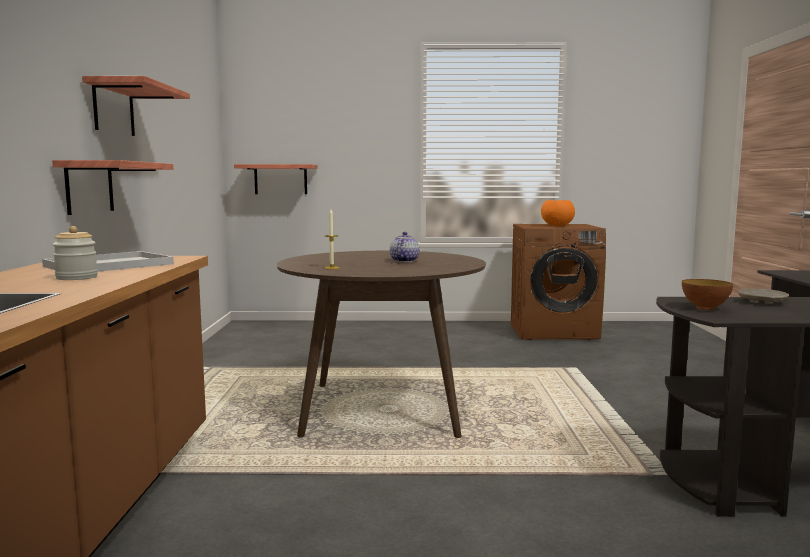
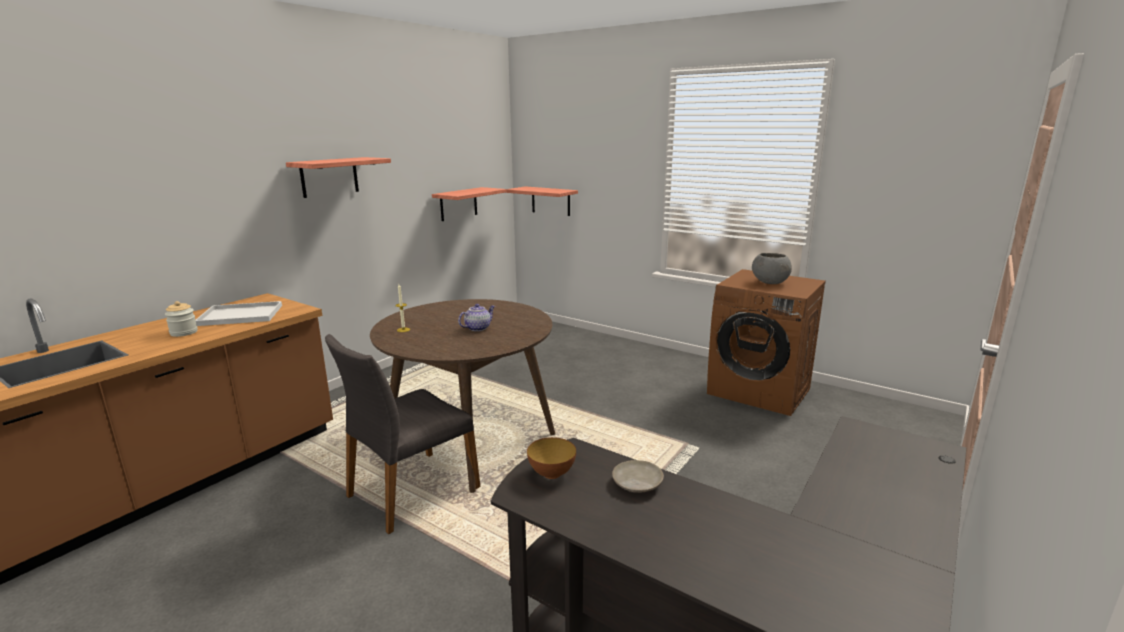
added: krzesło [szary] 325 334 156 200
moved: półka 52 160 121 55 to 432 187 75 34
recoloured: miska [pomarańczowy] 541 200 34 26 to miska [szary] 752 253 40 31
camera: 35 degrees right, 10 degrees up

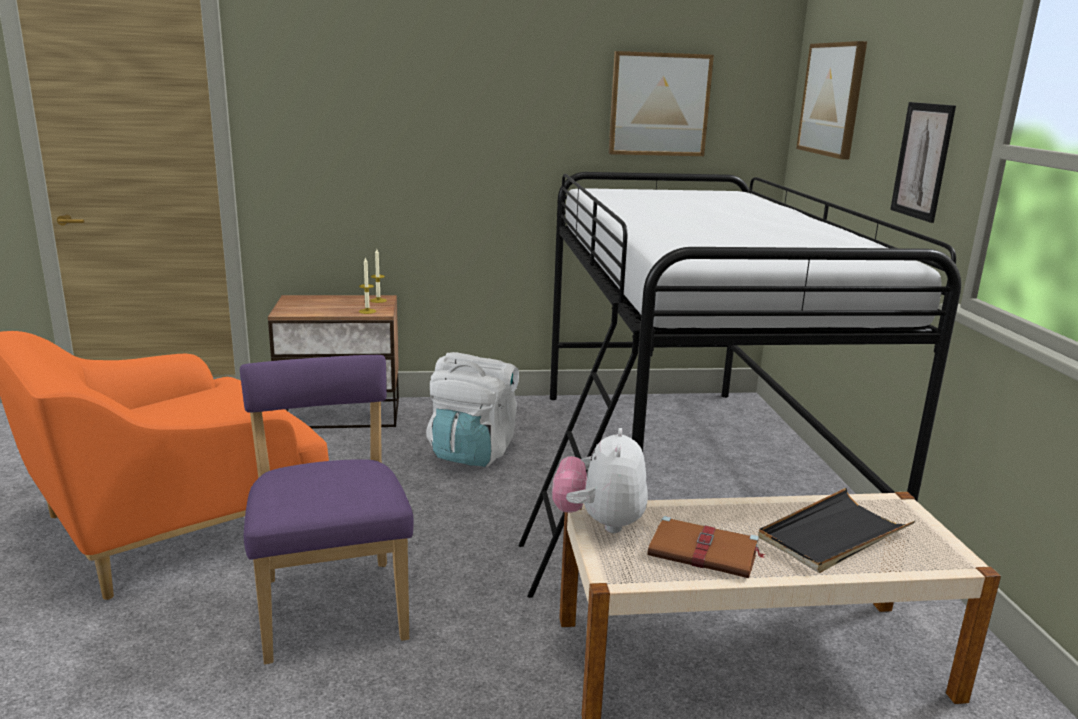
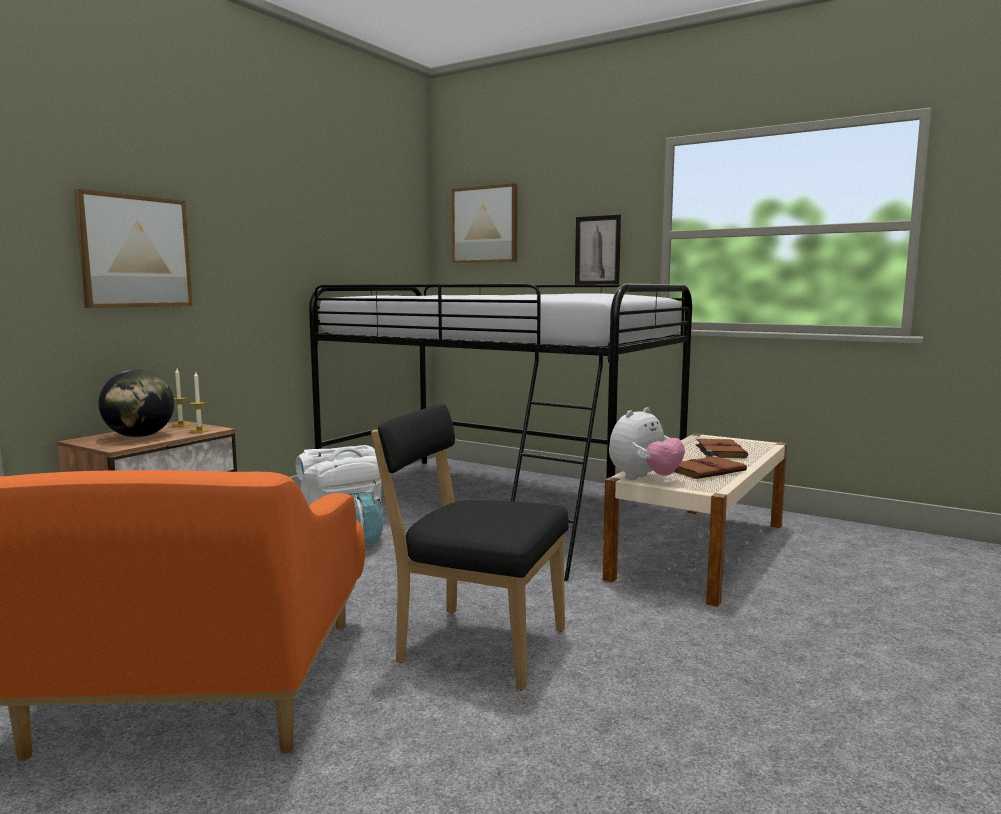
added: globus 99 370 75 67
moved: obraz 609 51 105 105 to 74 189 118 119
replaced: taca [czarny] 758 488 157 85 to książka [brązowy] 695 438 53 20
recoloured: krzesło [fioletowy] 240 355 174 309 to krzesło [czarny] 371 404 198 286
turned: pluszak 552 428 96 105 = 609 407 76 73 90 degrees counterclockwise
camera: 50 degrees left, 10 degrees down

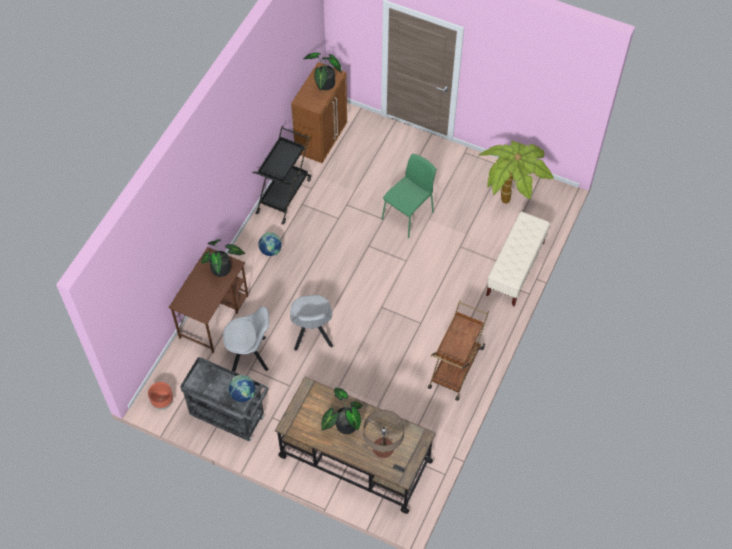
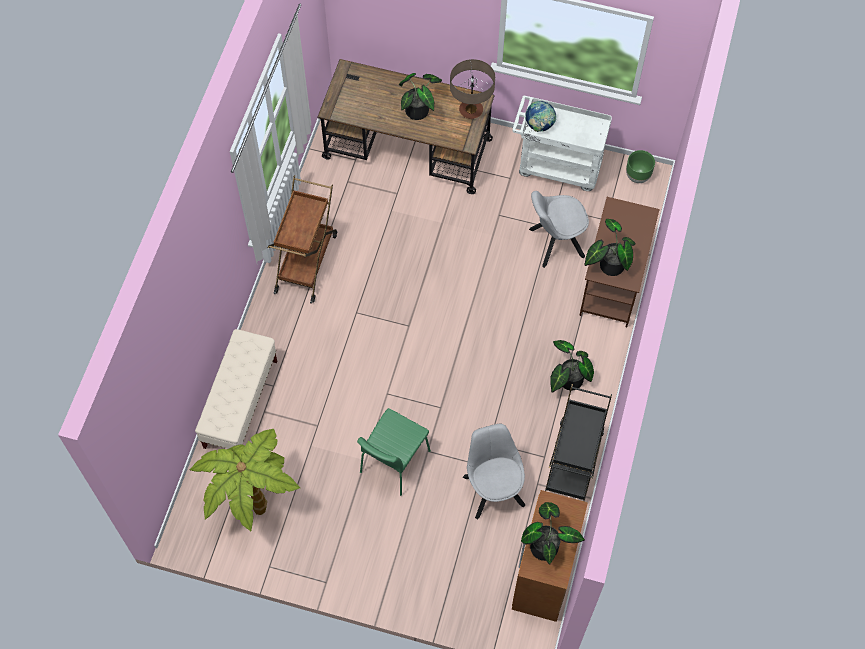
moved: krzesło [szary] 290 295 43 56 to 463 424 63 95; lampa stołowa 363 410 41 48 to 450 59 45 60
replaced: globus 259 232 23 24 to roślina doniczkowa 550 340 44 52
recoloured: donica [brązowy] 148 382 25 28 to donica [zielony] 626 150 29 33; wózek [czarny] 180 357 89 84 to wózek [biały] 513 96 99 95
camera: 170 degrees right, 5 degrees up

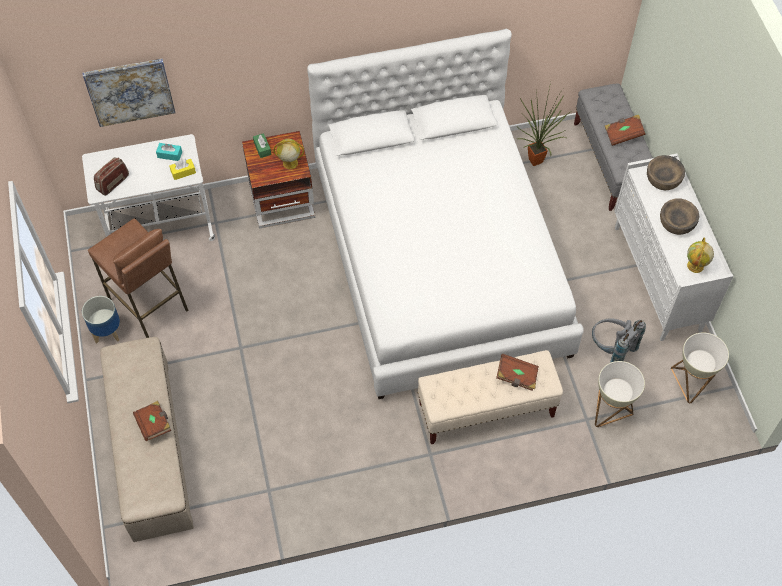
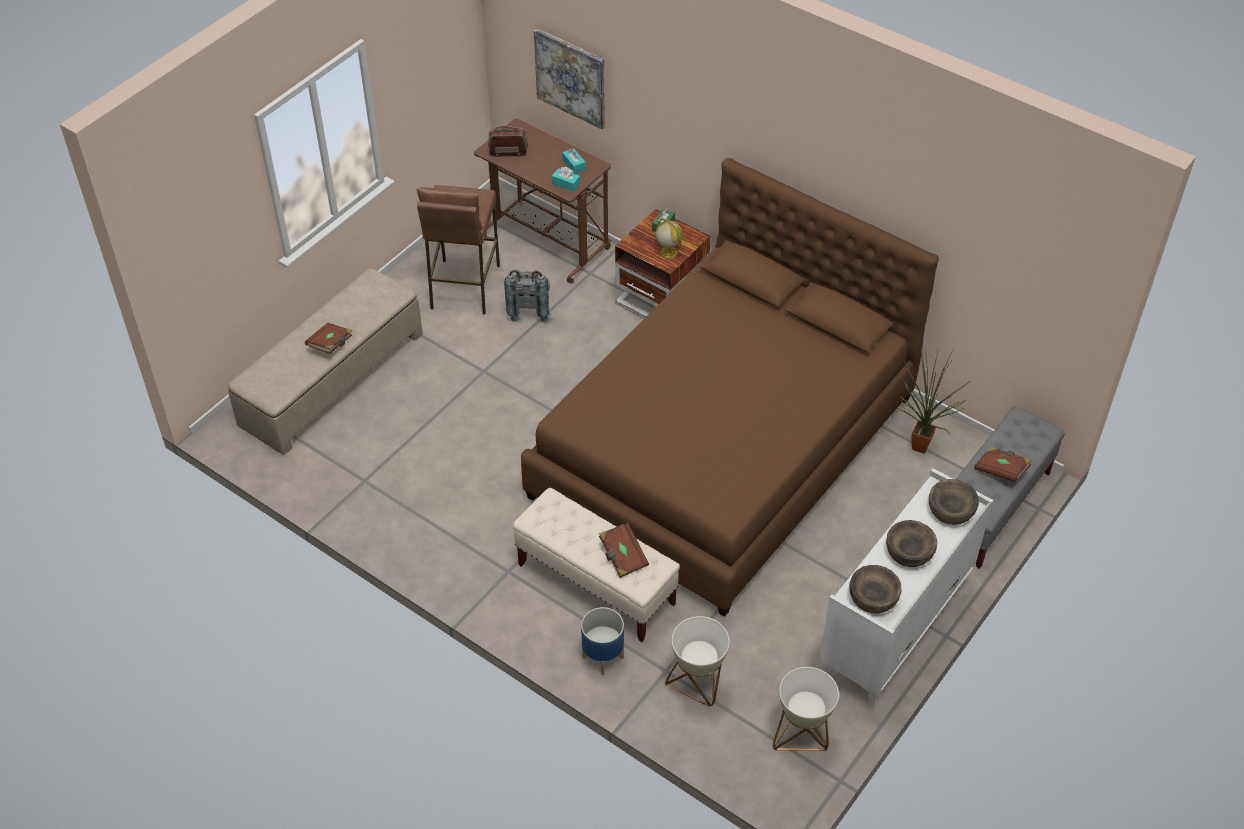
moved: donica 82 296 38 47 to 581 607 43 68; plecak [szary] 592 318 54 45 to 504 269 48 54
replaced: globus 687 238 27 35 to miska [brązowy] 849 565 52 49
recoloured: biurko [biały] 82 134 133 107 to biurko [brązowy] 474 119 138 164; pudełko chusteczek [żółty] 169 159 27 21 to pudełko chusteczek [turkusowy] 552 167 28 25; łóżko [biały] 307 28 277 371 to łóżko [brązowy] 521 158 418 459
camera: 50 degrees right, 10 degrees down

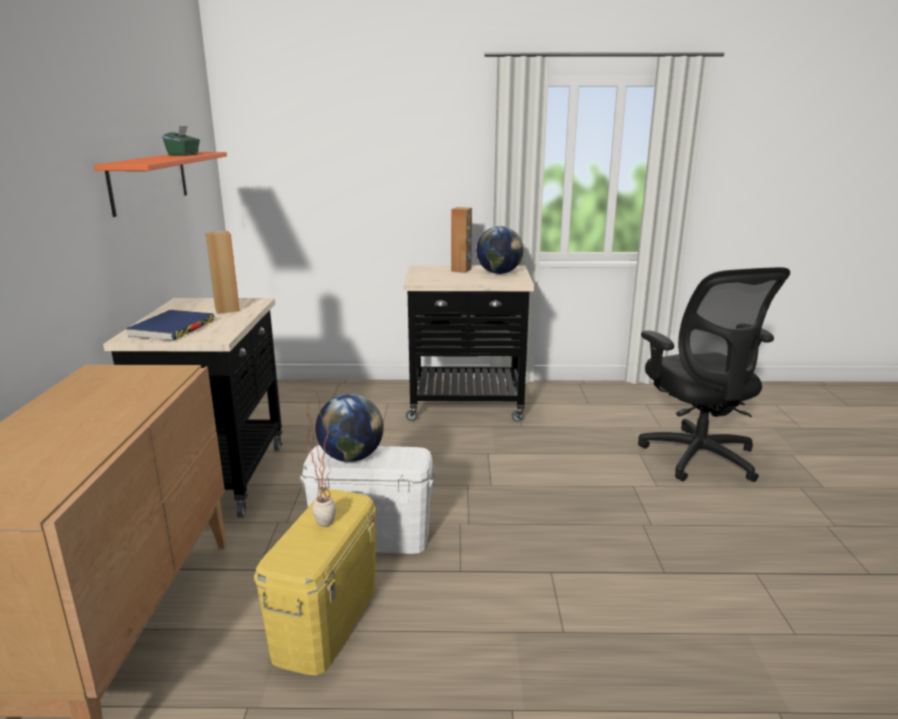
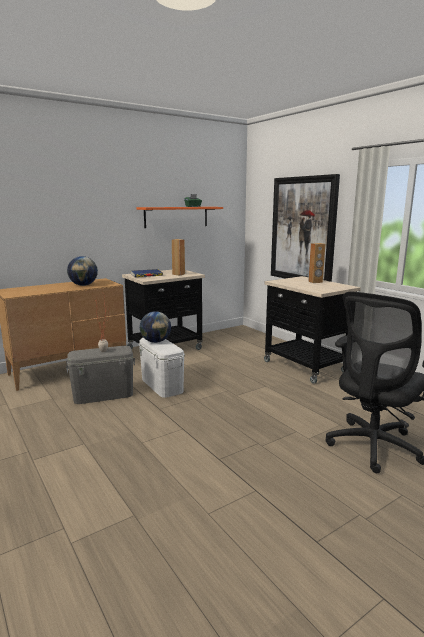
added: obraz 271 174 69 108
moved: globus 476 226 47 48 to 67 256 31 30
recoloured: pojemnik do przechowywania [żółty] 254 490 122 185 to pojemnik do przechowywania [szary] 66 346 69 58
camera: 55 degrees right, 5 degrees down

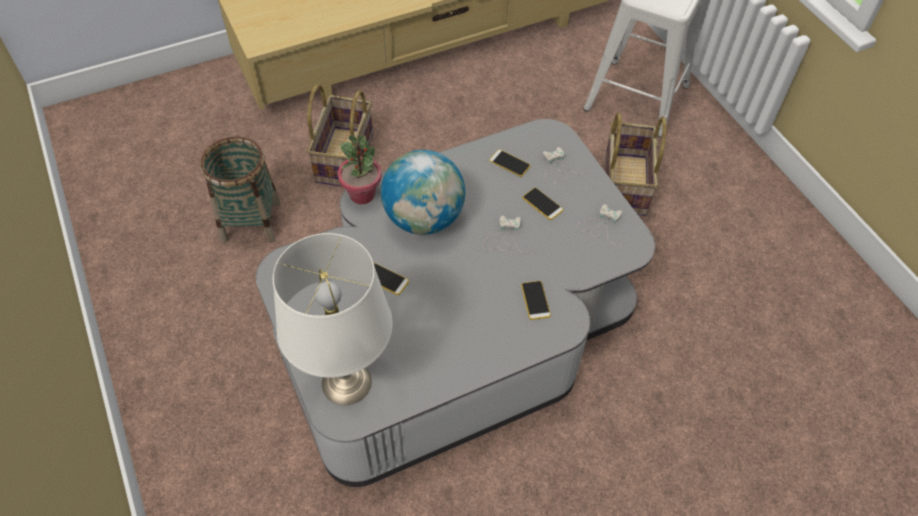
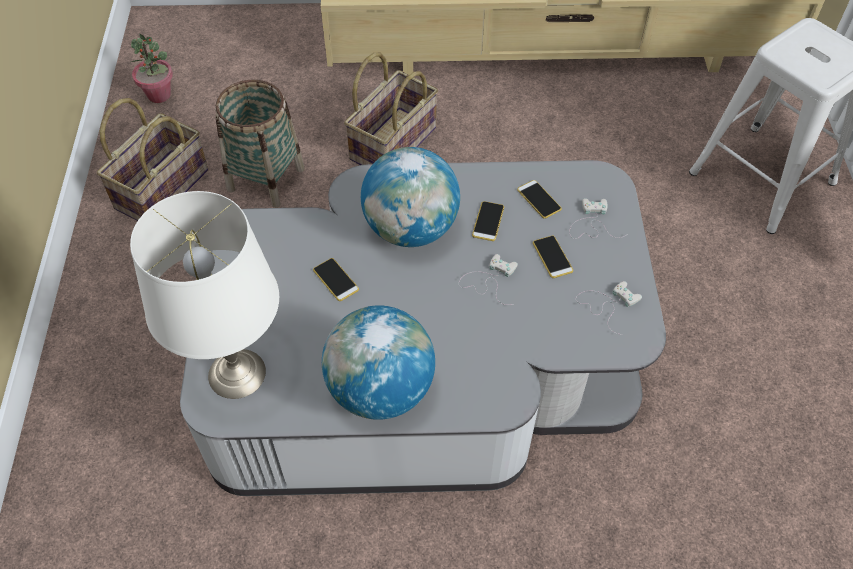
added: globus 322 305 113 115
moved: roślina doniczkowa 338 135 44 69 to 131 34 42 69; telefon 521 281 30 39 to 472 201 32 40; koszyk 605 112 62 104 to 97 98 111 123
camera: 25 degrees right, 0 degrees up

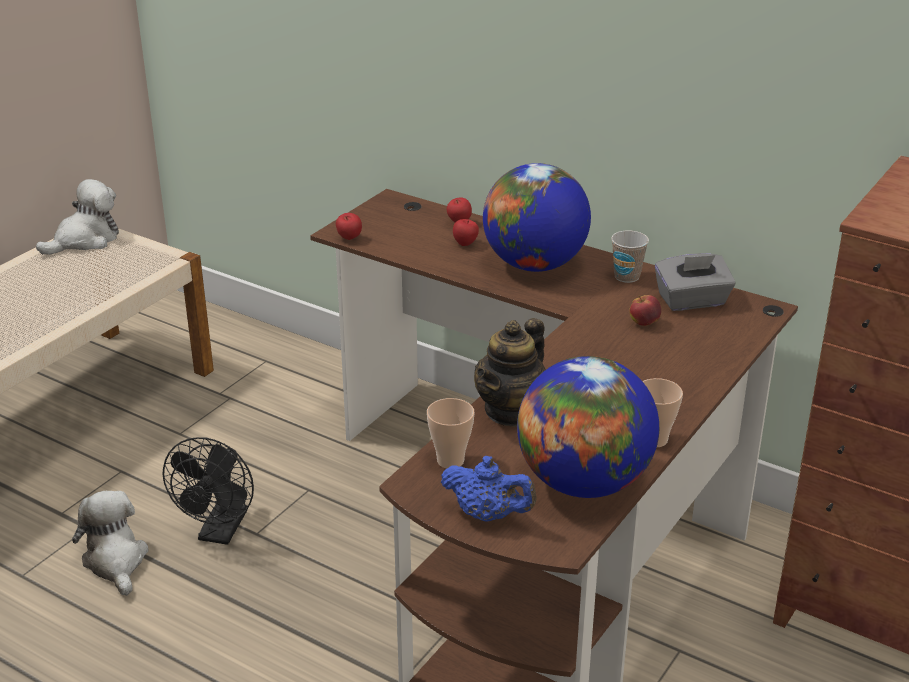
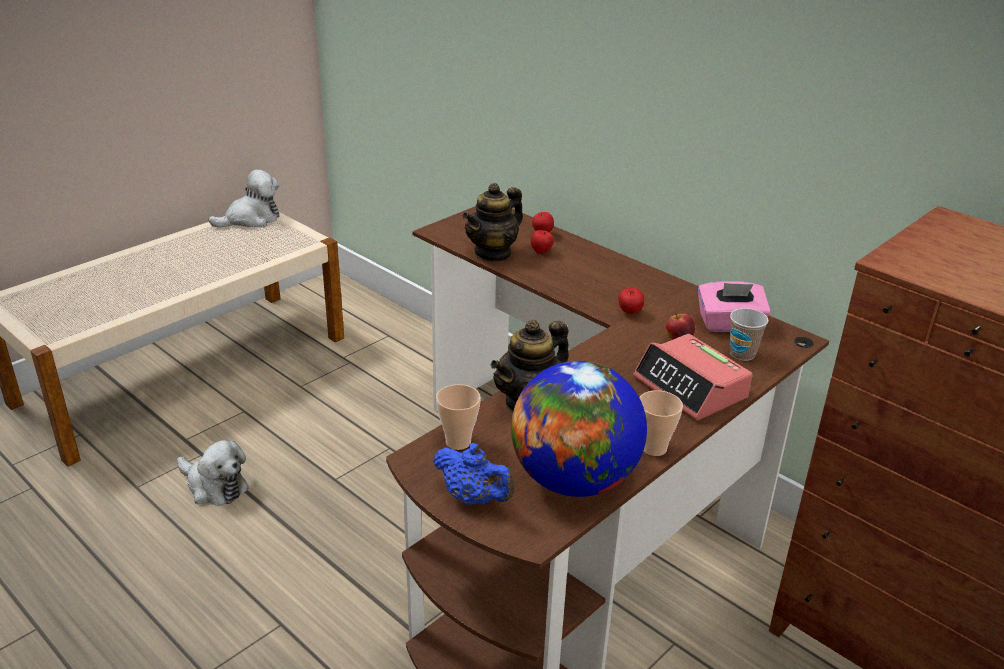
removed: wentylator [czarny] 162 437 92 108; globus 483 163 108 109
added: imbryk 462 183 61 79; budzik 633 334 120 86
moved: jabłko 336 213 26 27 to 618 288 26 26; filiżanka 611 230 38 53 to 730 308 38 53
recoloured: pudełko chusteczek [szary] 655 253 81 58 to pudełko chusteczek [różowy] 698 281 72 51
turned: pluszak 72 491 77 105 = 177 440 72 66 135 degrees clockwise
camera: 10 degrees right, 0 degrees up

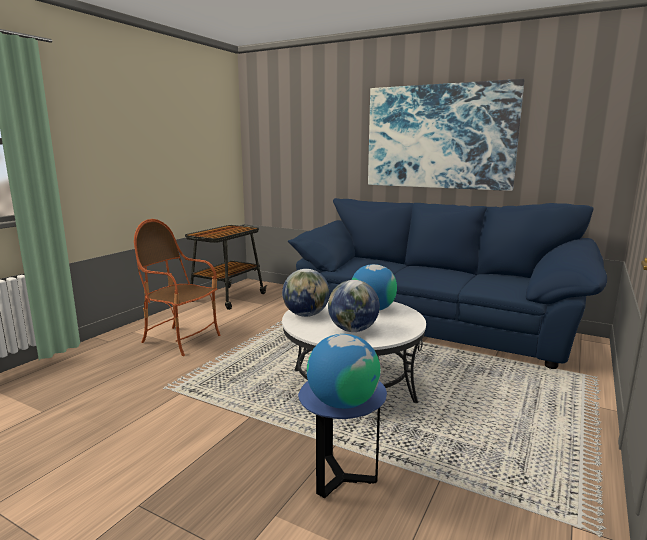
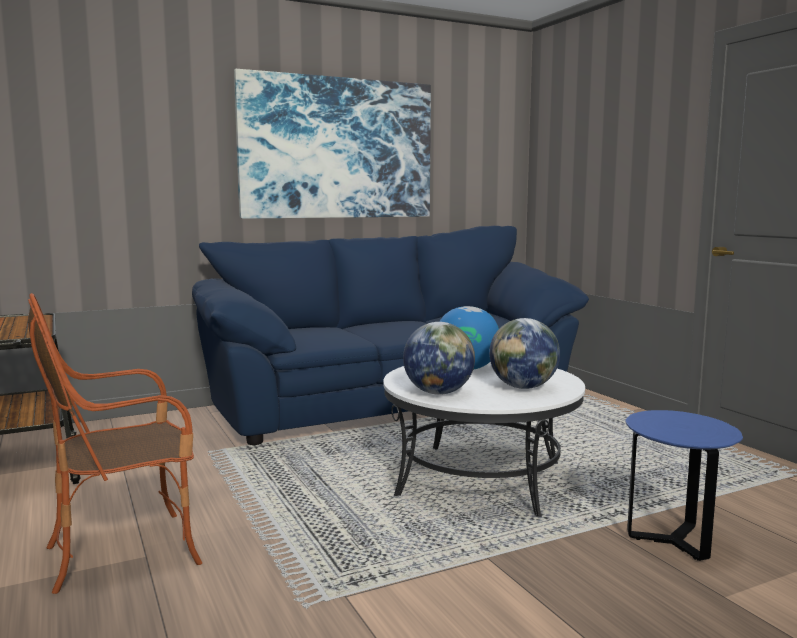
removed: globus 307 334 74 75
camera: 55 degrees left, 5 degrees down

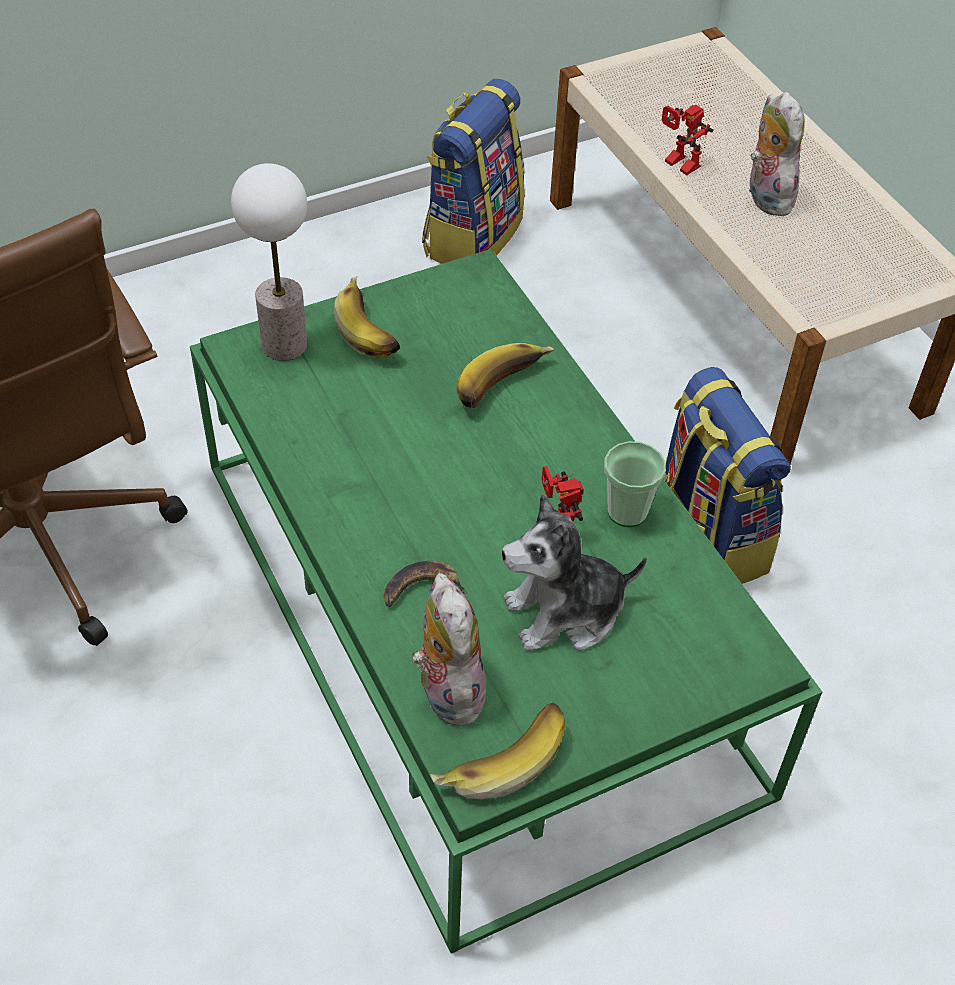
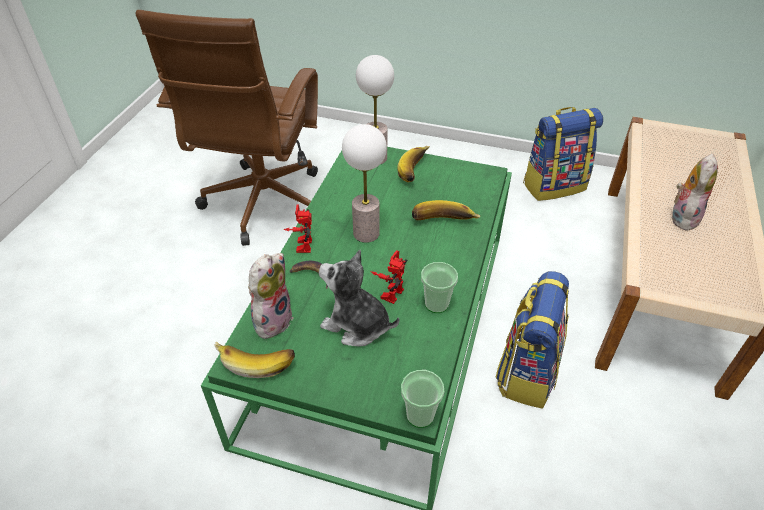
added: lampa stołowa 342 124 45 119; filiżanka 401 370 43 58
moved: robot zabawkowy 662 105 51 70 to 283 204 29 49
camera: 45 degrees right, 5 degrees down

